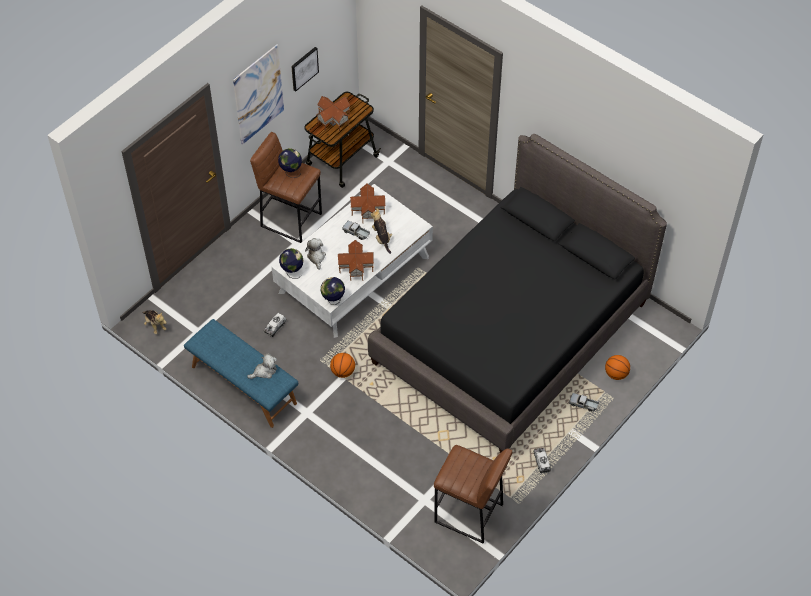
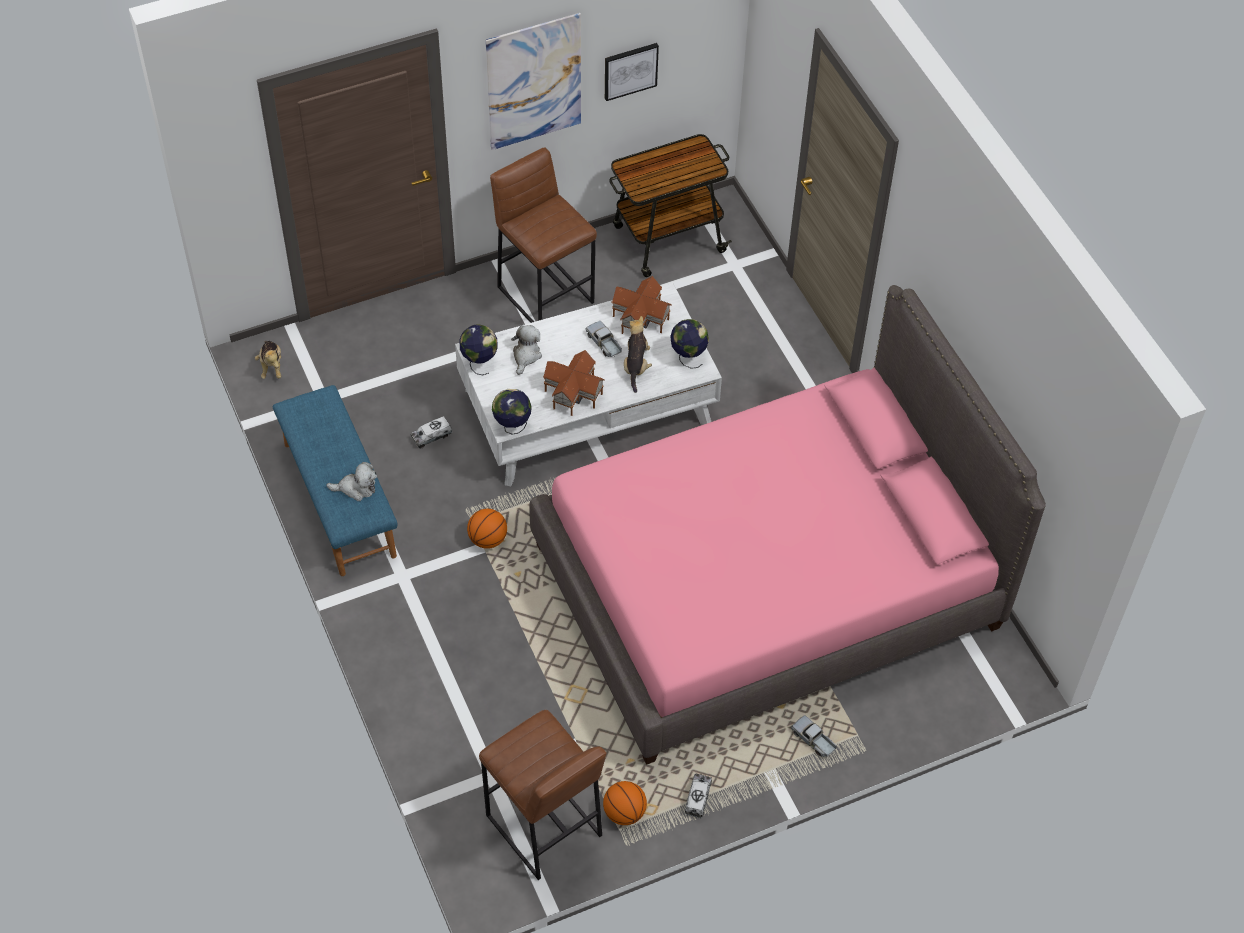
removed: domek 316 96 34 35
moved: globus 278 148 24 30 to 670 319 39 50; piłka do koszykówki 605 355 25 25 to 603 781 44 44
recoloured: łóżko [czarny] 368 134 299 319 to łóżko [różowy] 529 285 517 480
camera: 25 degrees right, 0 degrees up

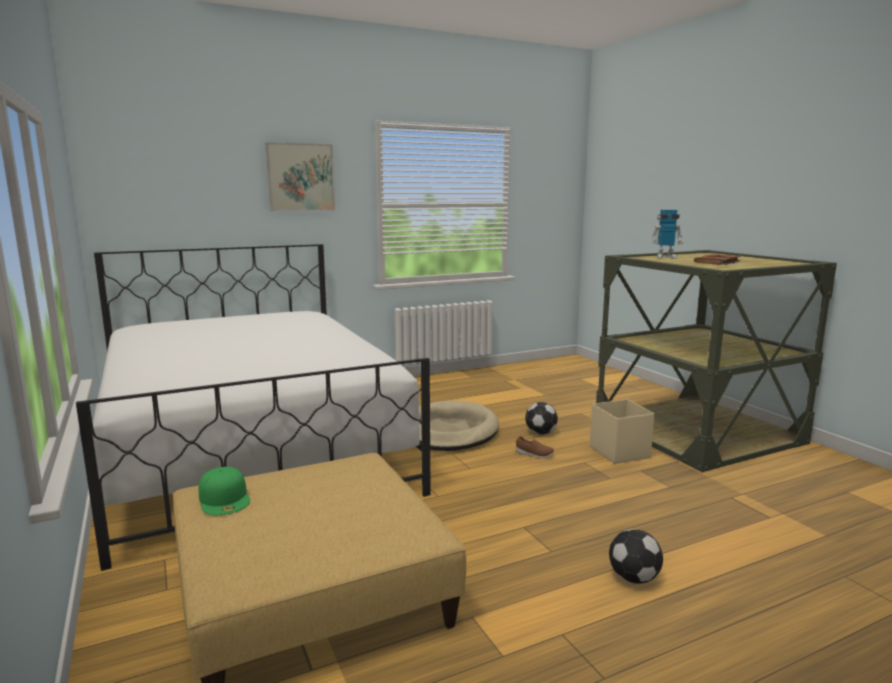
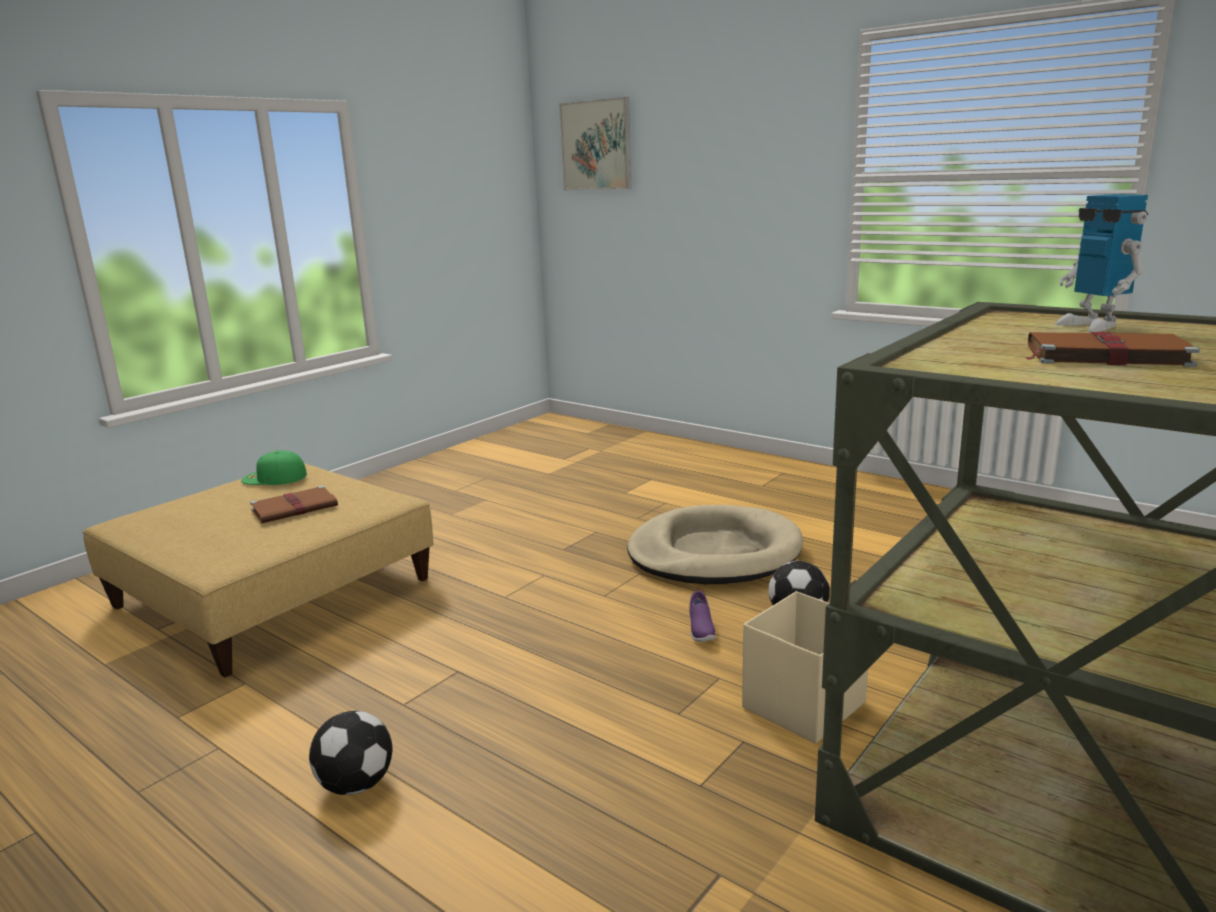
removed: łóżko [biały] 76 244 355 327
added: książka [brązowy] 250 485 88 38
moved: obraz 265 142 70 69 to 559 97 72 93
recoloured: but [brązowy] 516 436 39 23 to but [fioletowy] 689 590 27 52
turned: czapka z daszkiem [zielony] 199 467 51 48 = 241 450 66 35 60 degrees clockwise
camera: 65 degrees right, 5 degrees up

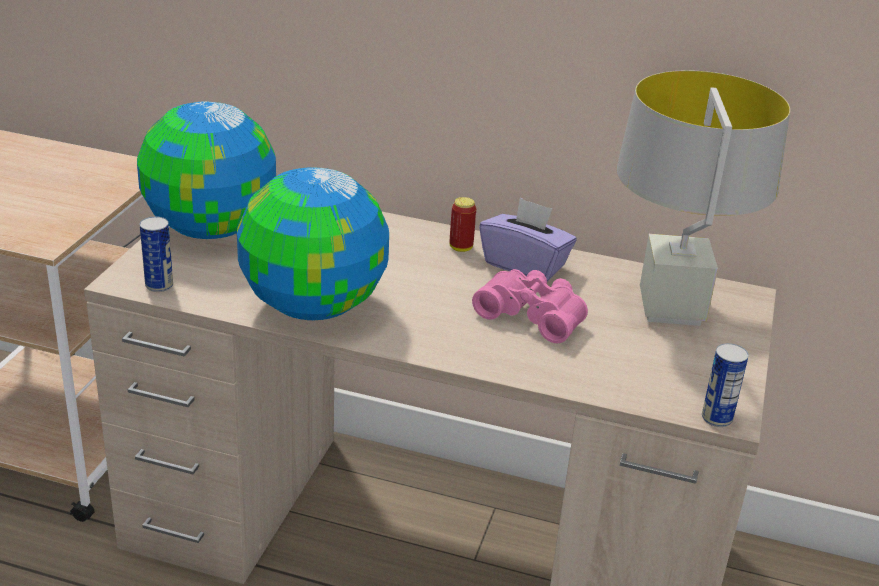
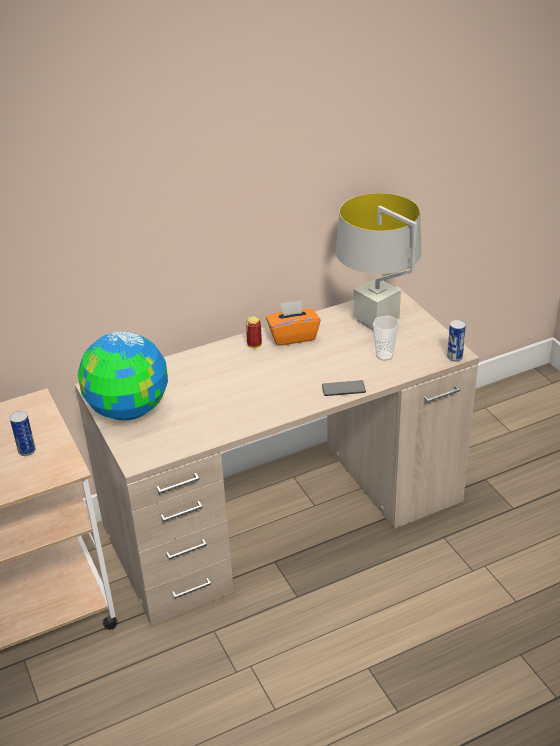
removed: globus 237 167 152 153; lornetka [różowy] 472 269 116 74
added: telefon 322 380 44 16; filiżanka 373 316 26 45
moved: puszka 140 216 33 76 to 10 411 26 45
recoloured: pudełko chusteczek [fioletowy] 479 198 98 83 to pudełko chusteczek [pomarańczowy] 266 300 55 46
camera: 40 degrees left, 5 degrees up

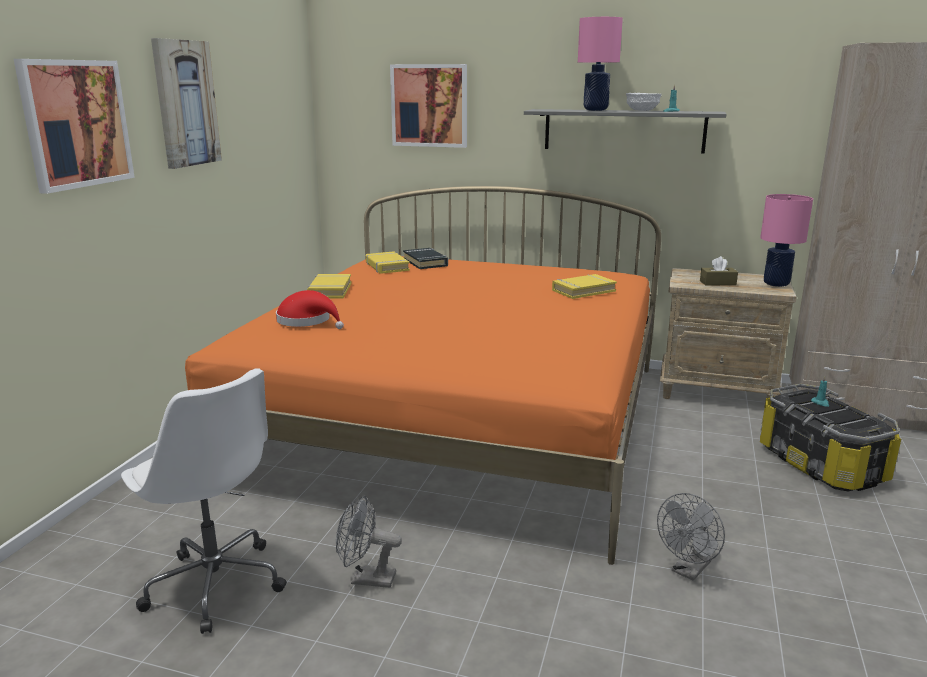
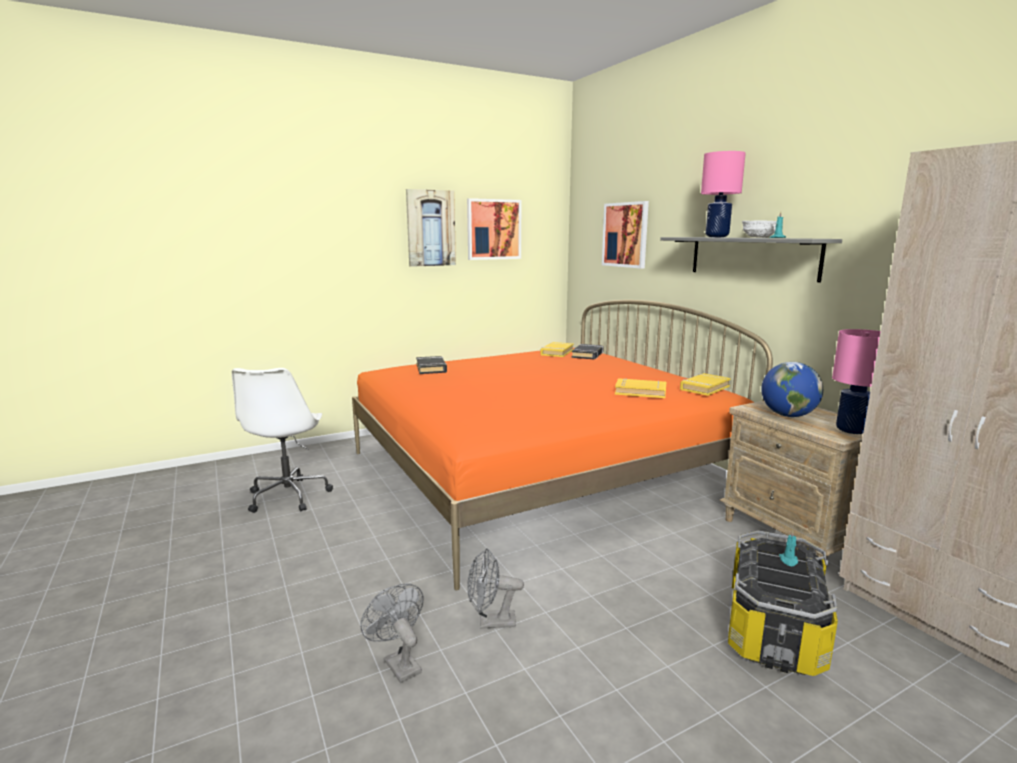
moved: obraz 14 59 121 135 to 467 198 54 62; książka [żółty] 307 274 44 24 to 680 373 51 23; wentylator [szary] 336 495 66 93 to 360 584 63 99
replaced: kapelusz [czerwony] 276 290 68 39 to książka [czarny] 416 356 31 18; pudełko chusteczek [brązowy] 700 256 38 29 to globus 761 362 62 55
camera: 45 degrees right, 5 degrees down

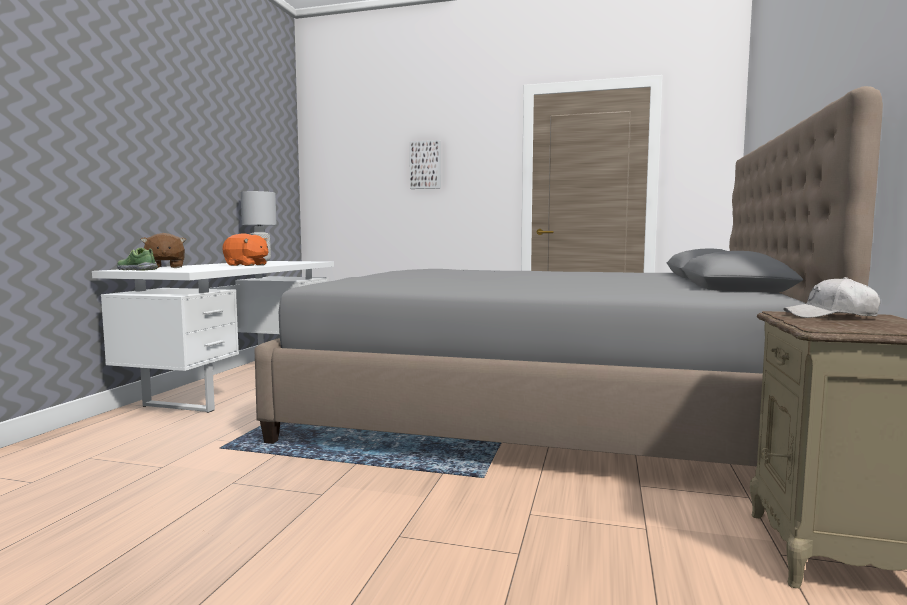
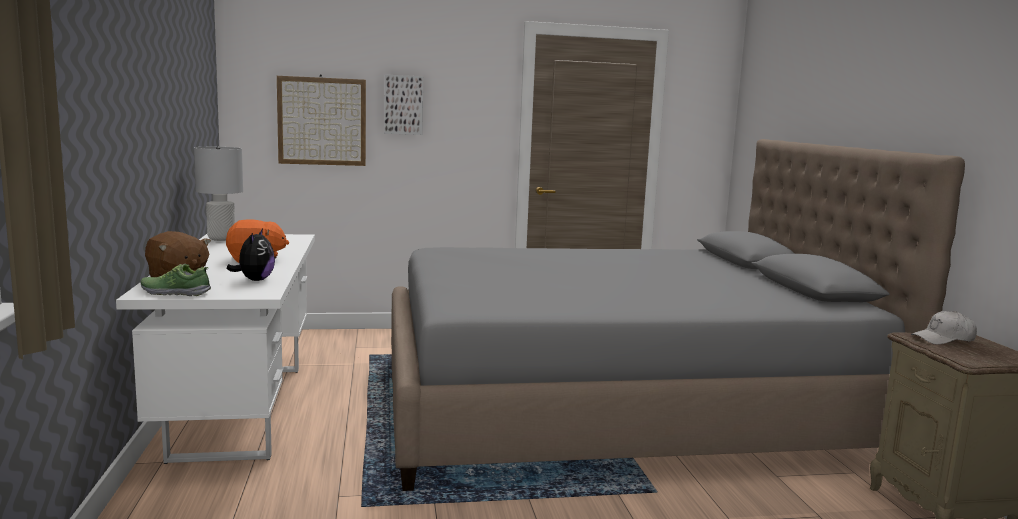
added: pluszak 227 229 48 52; obraz 277 74 89 92
camera: 25 degrees left, 5 degrees up

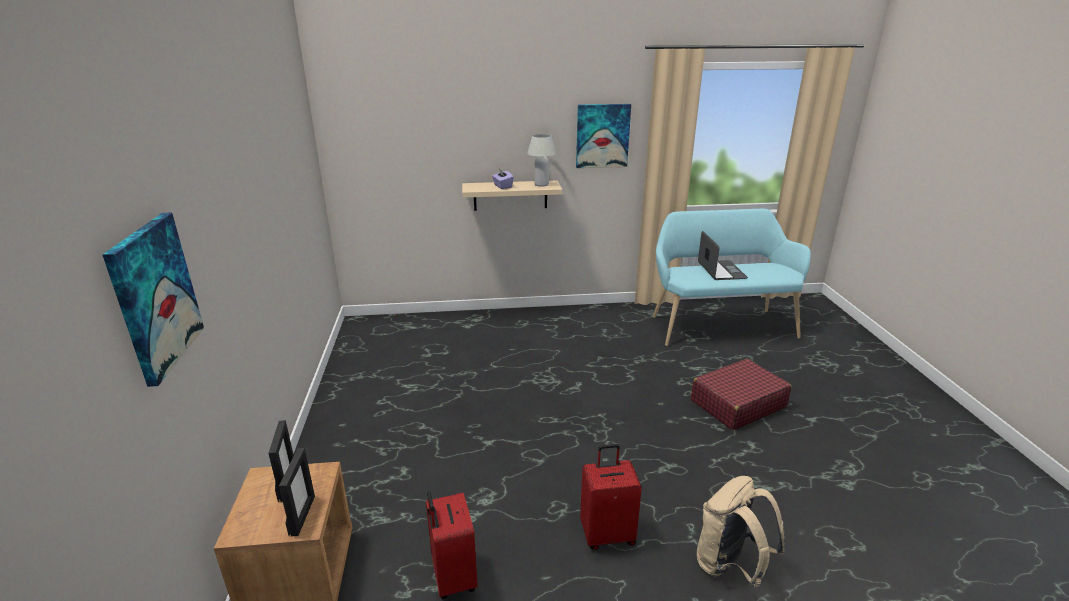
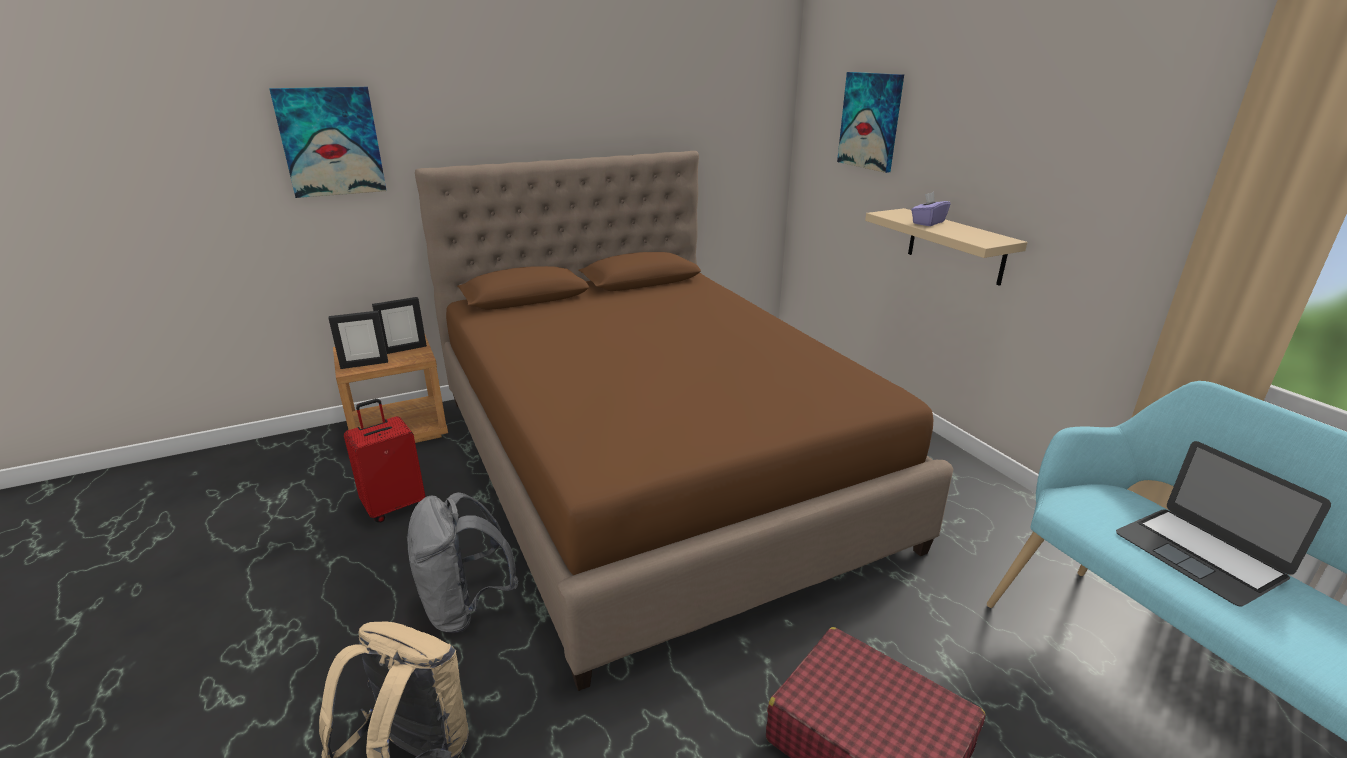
removed: lampa stołowa [biały] 527 134 30 53
added: łóżko [brązowy] 415 151 538 540
moved: obraz 576 104 55 64 to 837 72 67 101
replaced: walizka [czerwony] 580 444 62 106 to plecak [szary] 407 492 111 141
turned: laptop 698 231 50 49 = 1116 441 215 166 90 degrees clockwise
camera: 70 degrees right, 0 degrees up

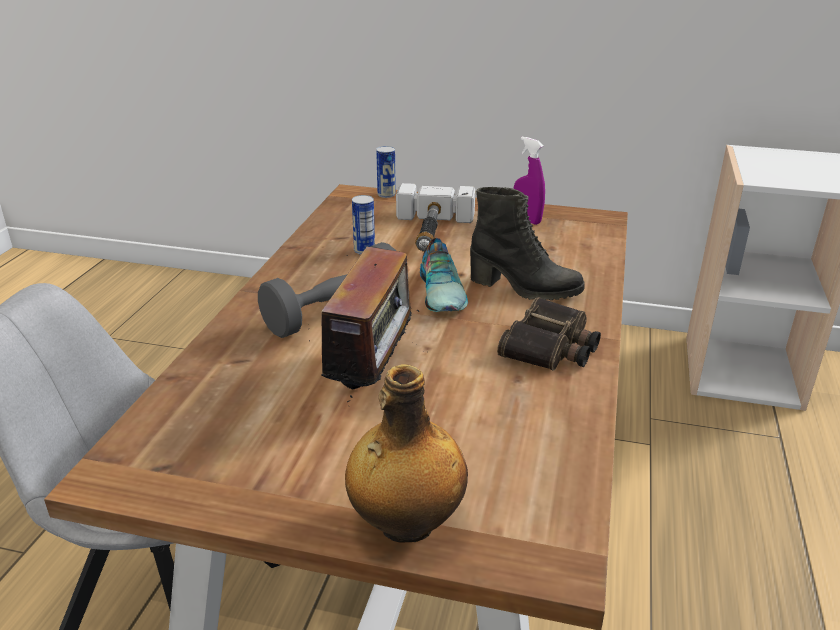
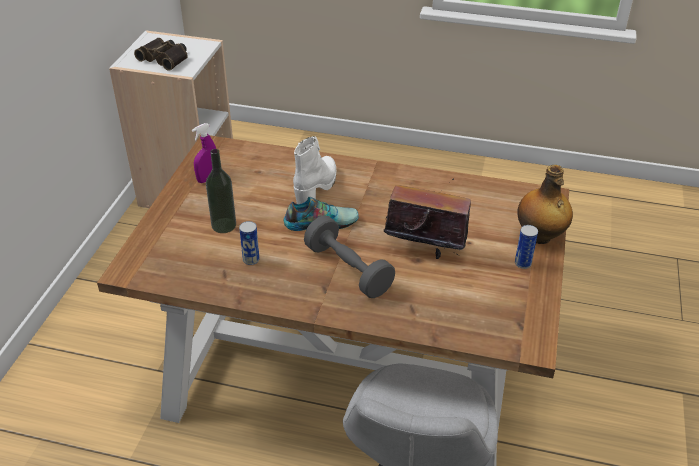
moved: puszka 376 146 20 52 to 515 225 23 44; lornetka 497 297 104 74 to 134 38 54 33
replaced: młotek 396 183 80 69 to butelka 206 149 30 84
recoloured: but z cholewką [czarny] 470 187 115 113 to but z cholewką [biały] 293 136 43 68
camera: 90 degrees left, 10 degrees up

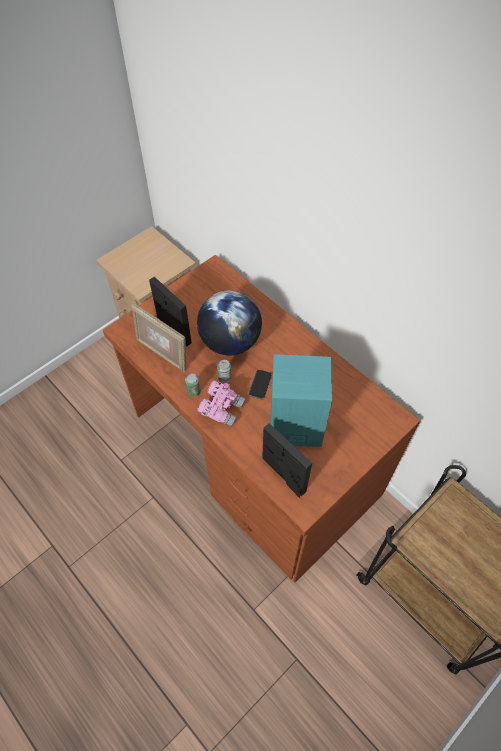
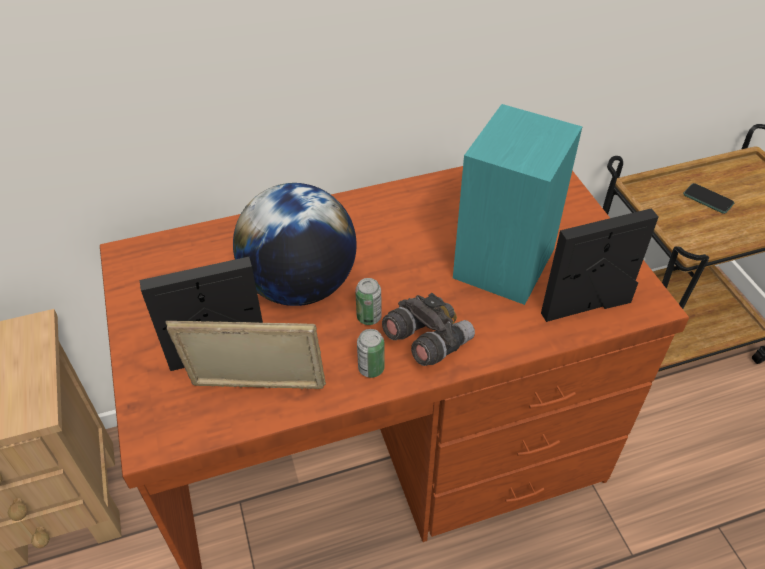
moved: telefon 248 370 24 29 to 683 183 51 31
recoloured: lornetka [różowy] 197 381 48 46 to lornetka [szary] 382 293 93 73
turned: ramka na zdjęcie 132 304 54 68 = 165 321 161 68 150 degrees counterclockwise
camera: 65 degrees left, 10 degrees down

